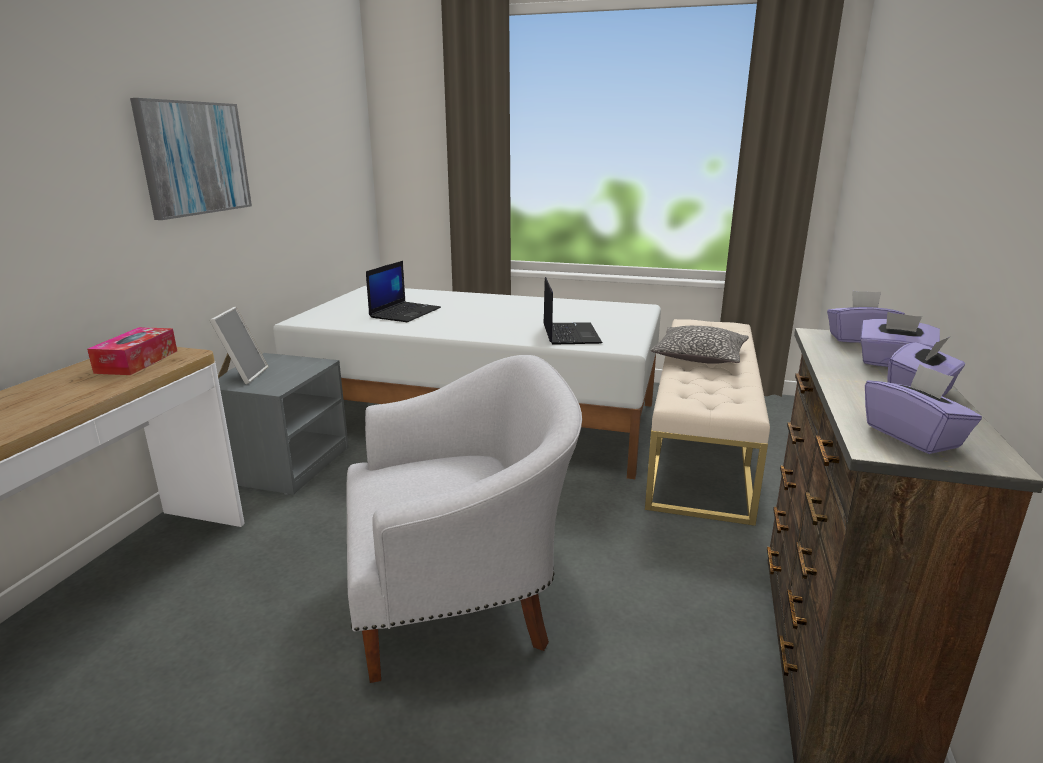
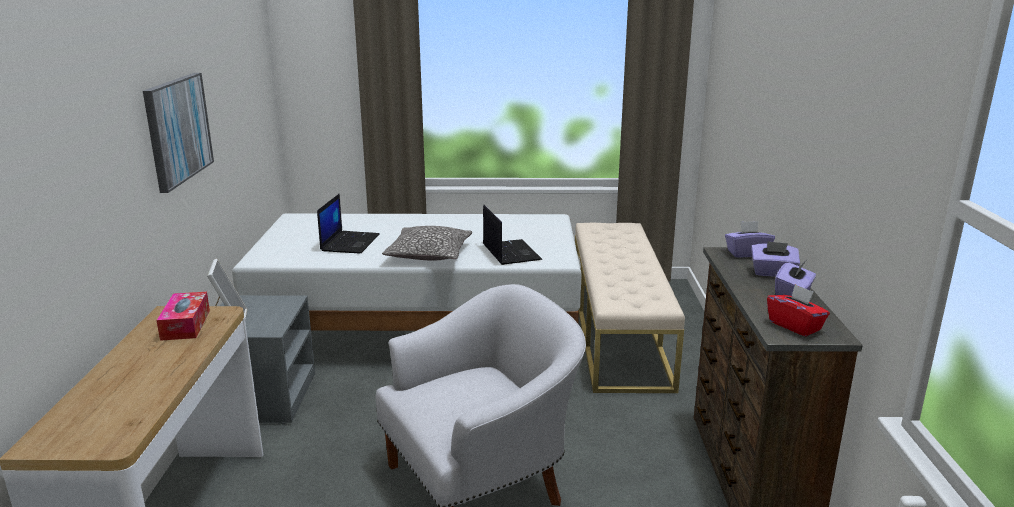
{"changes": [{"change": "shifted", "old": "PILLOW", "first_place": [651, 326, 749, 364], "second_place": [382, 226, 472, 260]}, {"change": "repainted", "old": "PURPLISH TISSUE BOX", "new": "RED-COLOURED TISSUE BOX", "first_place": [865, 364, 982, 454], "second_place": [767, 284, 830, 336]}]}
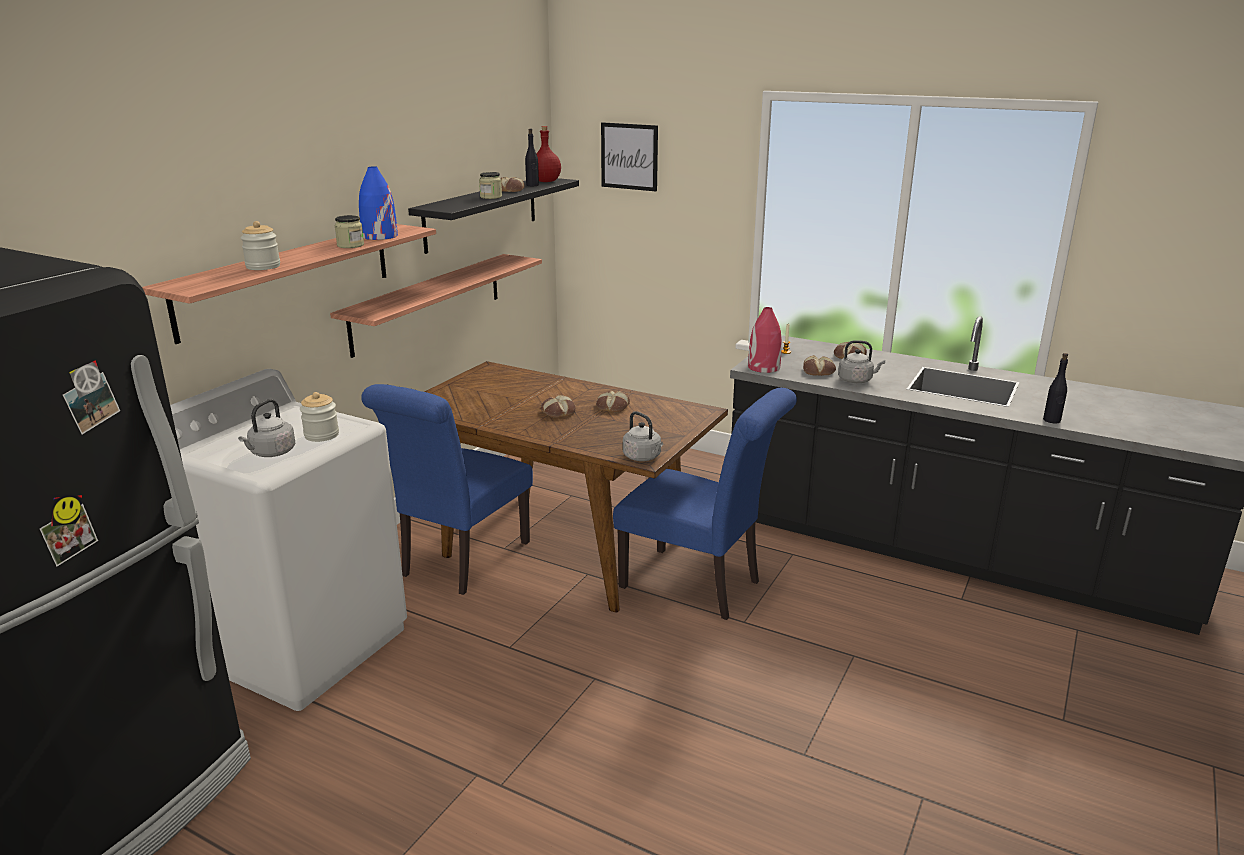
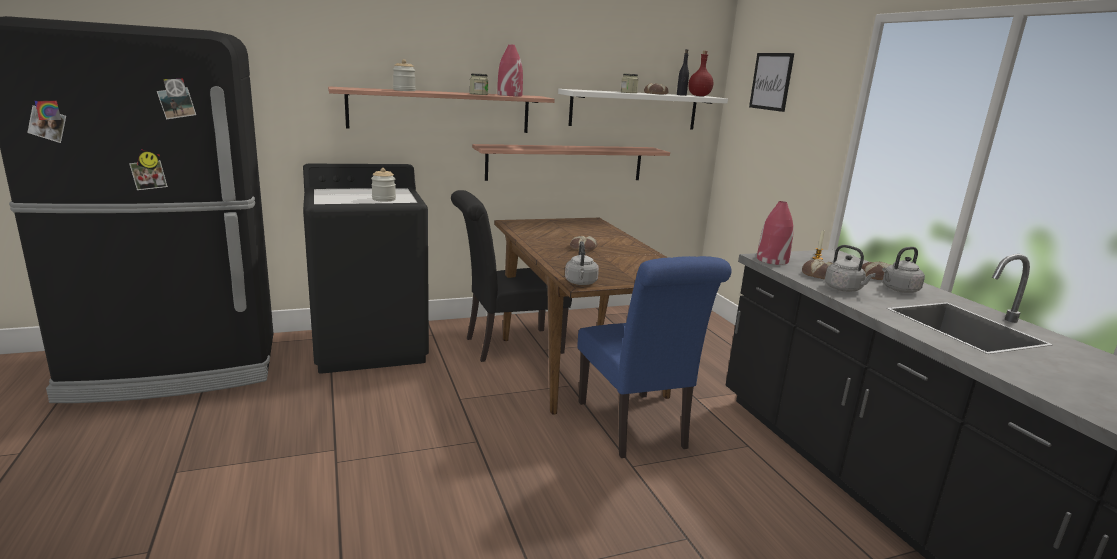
{"changes": [{"change": "gone", "old": "BREAD", "first_place": [596, 391, 630, 412]}, {"change": "gone", "old": "BLACKISH BEVERAGE BOTTLE", "first_place": [1043, 353, 1068, 423]}, {"change": "shifted", "old": "GREY KETTLE", "first_place": [238, 399, 295, 457], "second_place": [882, 247, 925, 293]}, {"change": "repainted", "old": "WHITE LAUNDRY MACHINE", "new": "BLACKISH LAUNDRY MACHINE", "first_place": [170, 369, 407, 711], "second_place": [303, 164, 429, 374]}, {"change": "repainted", "old": "BLUE VASE", "new": "RED-COLOURED VASE", "first_place": [359, 166, 398, 240], "second_place": [497, 44, 523, 97]}, {"change": "repainted", "old": "BLUE CHAIR", "new": "BLACKISH CHAIR", "first_place": [361, 384, 533, 595], "second_place": [451, 190, 572, 362]}, {"change": "repainted", "old": "BLACKISH SHELF", "new": "WHITE SHELF", "first_place": [408, 178, 579, 254], "second_place": [558, 89, 728, 130]}]}
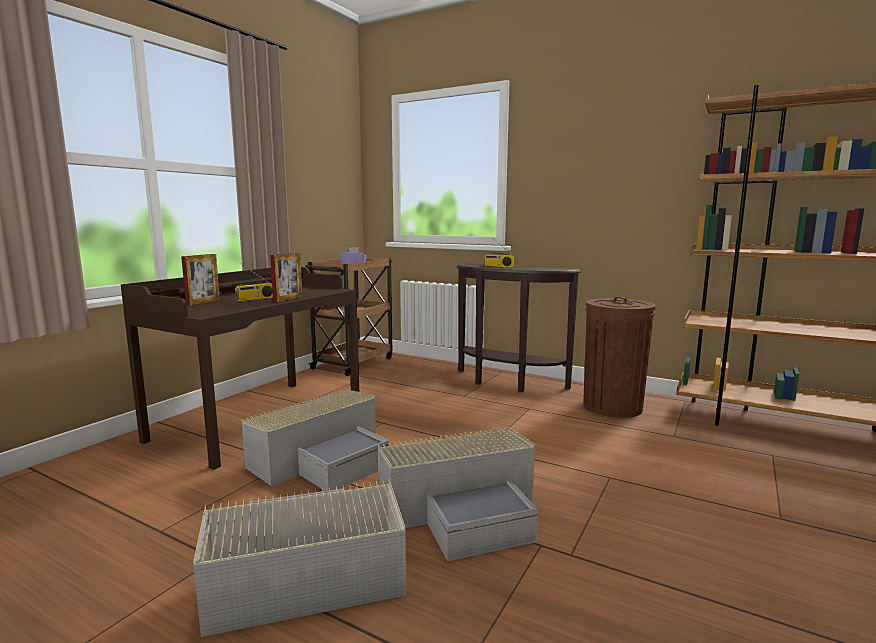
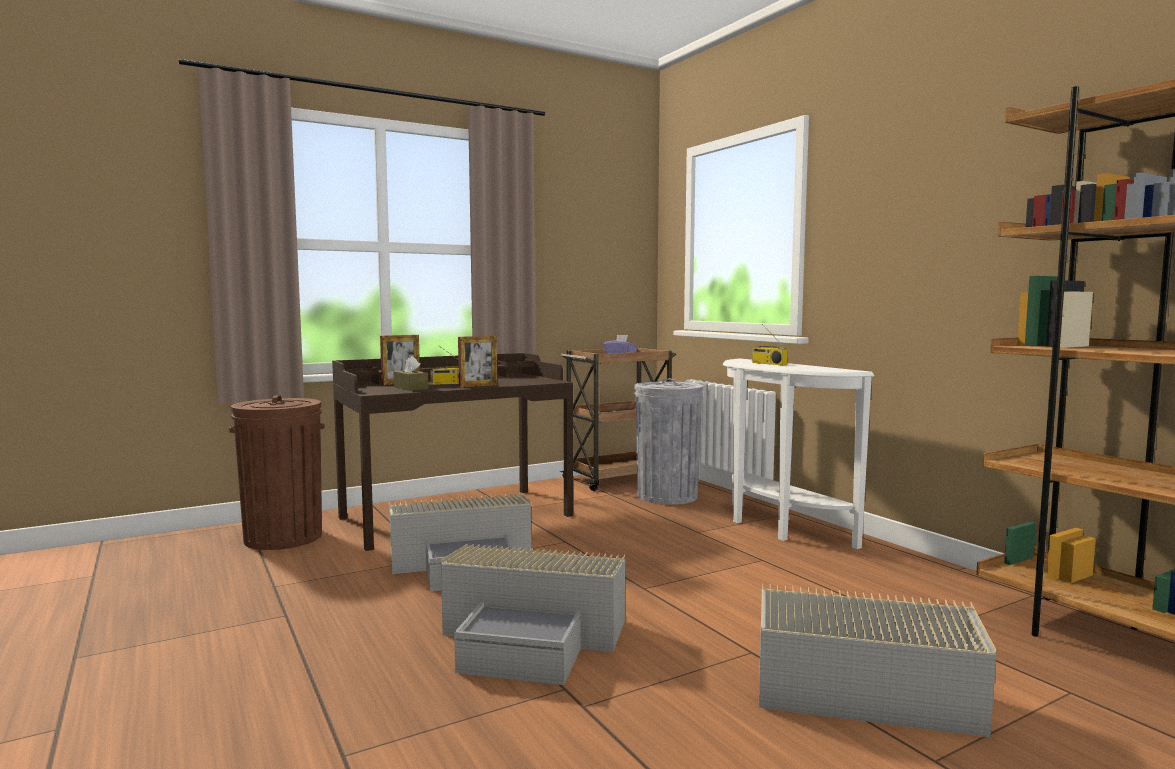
{"changes": [{"change": "new", "new": "BROWN-COLOURED TISSUE BOX", "second_place": [394, 356, 428, 391]}, {"change": "new", "new": "GREY TRASH CAN", "second_place": [635, 379, 703, 505]}, {"change": "shifted", "old": "GREY STORAGE BOX", "first_place": [193, 479, 406, 637], "second_place": [759, 583, 997, 737]}, {"change": "shifted", "old": "BROWN-COLOURED TRASH CAN", "first_place": [583, 297, 656, 418], "second_place": [229, 396, 325, 550]}, {"change": "repainted", "old": "BROWN-COLOURED HALL TABLE", "new": "WHITE HALL TABLE", "first_place": [456, 263, 581, 392], "second_place": [723, 359, 875, 549]}]}
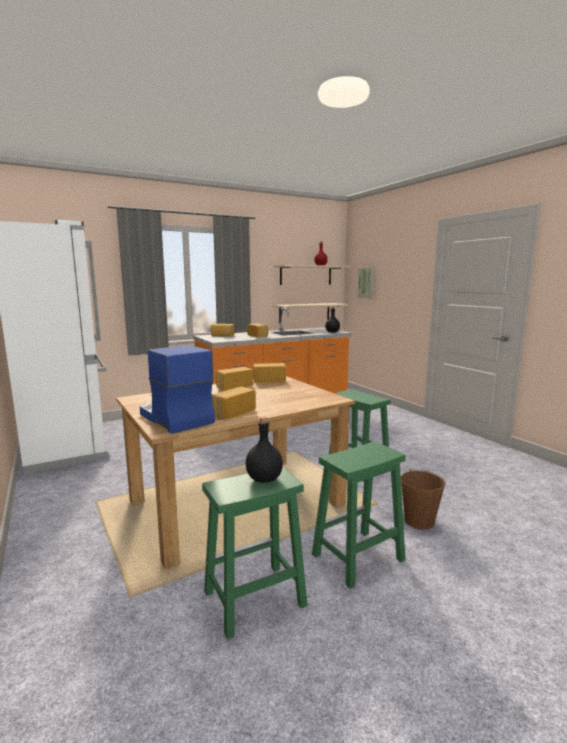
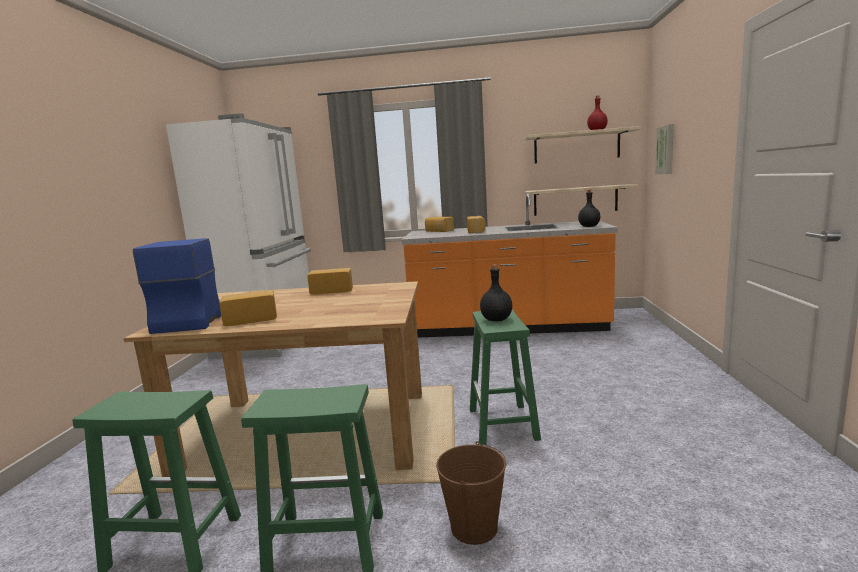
{"changes": [{"change": "gone", "old": "BREAD", "first_place": [253, 363, 286, 383]}, {"change": "shifted", "old": "BLACKISH BEVERAGE BOTTLE", "first_place": [246, 417, 283, 483], "second_place": [480, 264, 512, 321]}]}
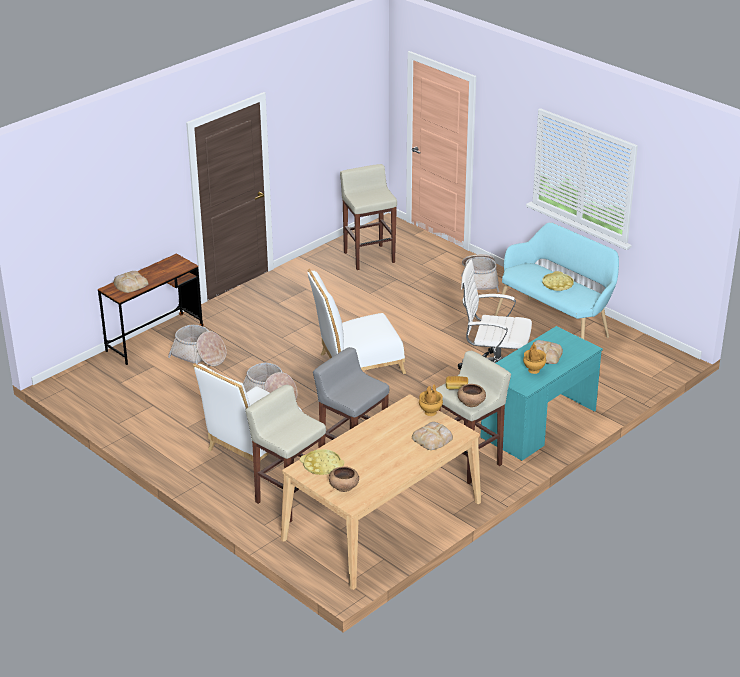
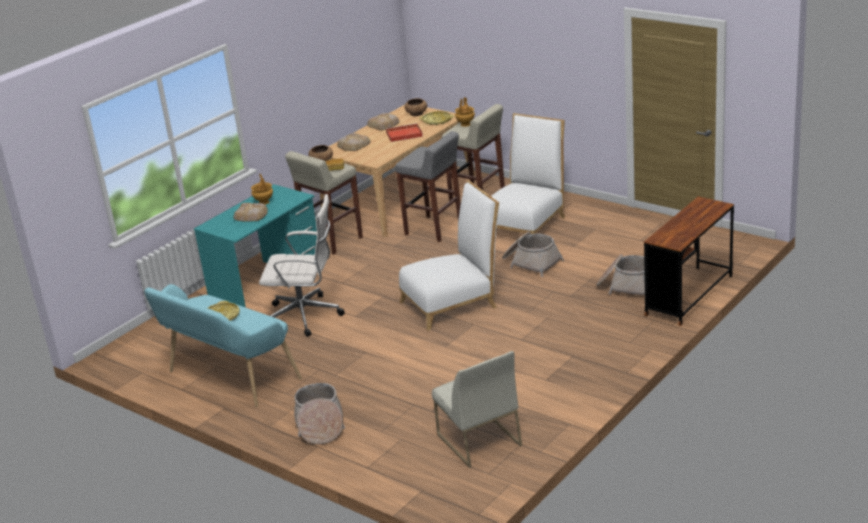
{"changes": [{"change": "new", "new": "RED-COLOURED TRAY", "second_place": [386, 123, 423, 142]}, {"change": "shifted", "old": "BREAD", "first_place": [114, 271, 149, 293], "second_place": [367, 113, 400, 130]}, {"change": "shifted", "old": "BROWN-COLOURED VASE", "first_place": [419, 384, 443, 416], "second_place": [455, 97, 475, 127]}, {"change": "swapped", "old": "SAND-COLOURED STOOL", "new": "WHITE CHAIR", "first_place": [340, 164, 397, 270], "second_place": [432, 351, 522, 468]}]}
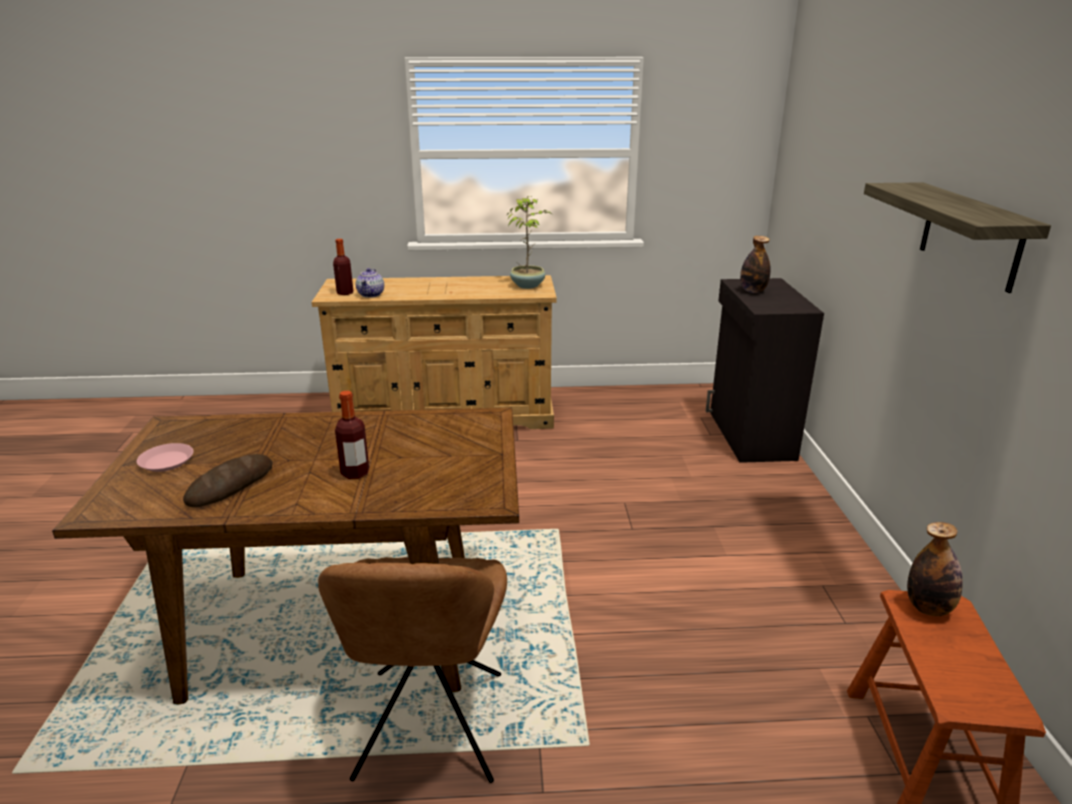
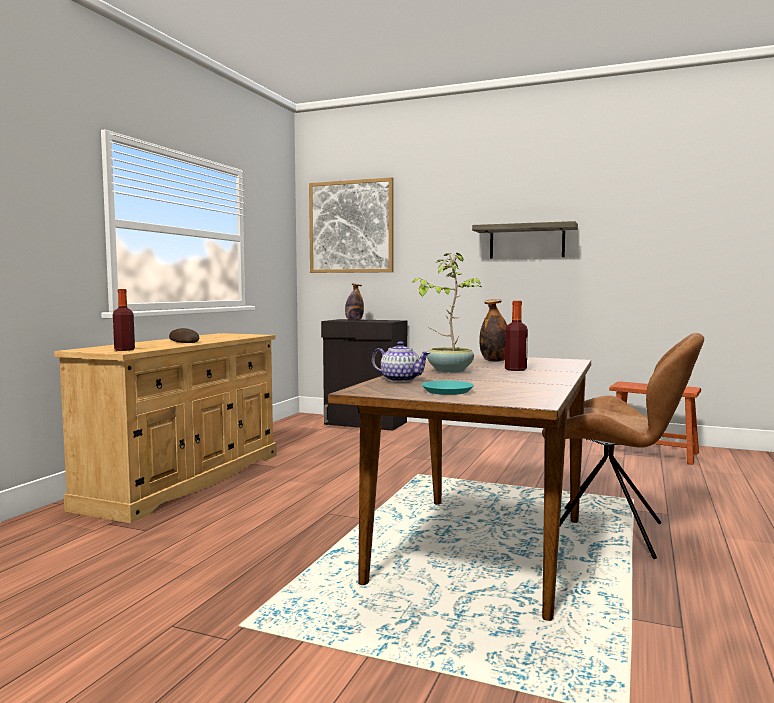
{"changes": [{"change": "new", "new": "WALL ART", "second_place": [309, 177, 394, 273]}, {"change": "shifted", "old": "BREAD", "first_place": [183, 454, 273, 508], "second_place": [169, 328, 199, 343]}, {"change": "shifted", "old": "TEA POT", "first_place": [356, 268, 384, 298], "second_place": [372, 342, 430, 382]}, {"change": "shifted", "old": "POTTED PLANT", "first_place": [507, 196, 552, 289], "second_place": [412, 253, 481, 373]}, {"change": "shifted", "old": "BEVERAGE BOTTLE", "first_place": [907, 522, 963, 616], "second_place": [479, 299, 507, 362]}, {"change": "repainted", "old": "PINK-COLOURED FLAT DISH", "new": "TURQUOISE FLAT DISH", "first_place": [137, 443, 194, 472], "second_place": [421, 381, 474, 395]}]}
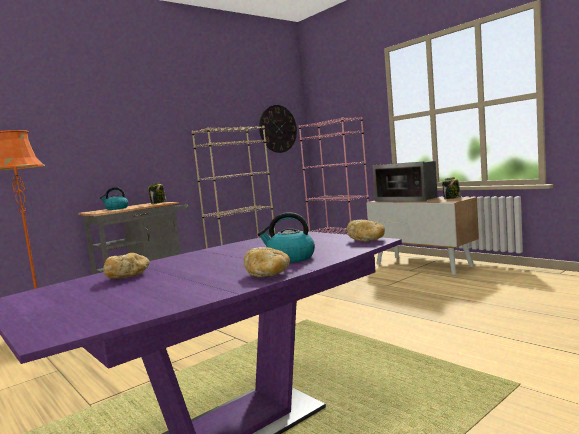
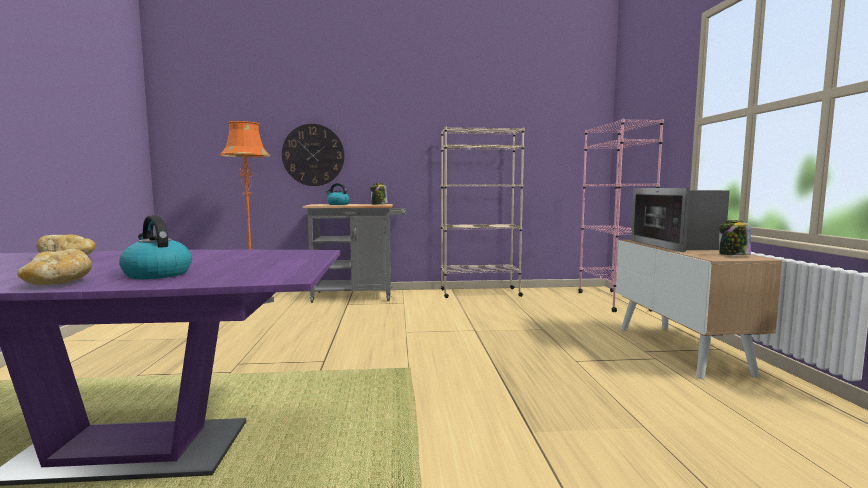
{"changes": [{"change": "gone", "old": "BREAD", "first_place": [347, 220, 385, 242]}, {"change": "shifted", "old": "WALL CLOCK", "first_place": [259, 105, 297, 153], "second_place": [282, 124, 345, 186]}]}
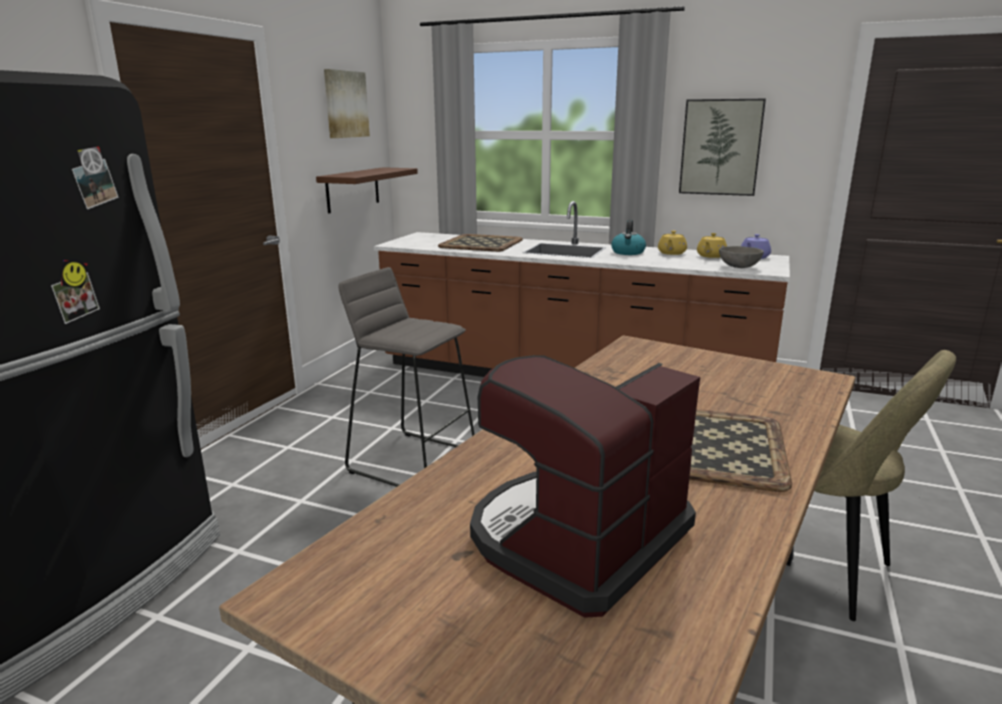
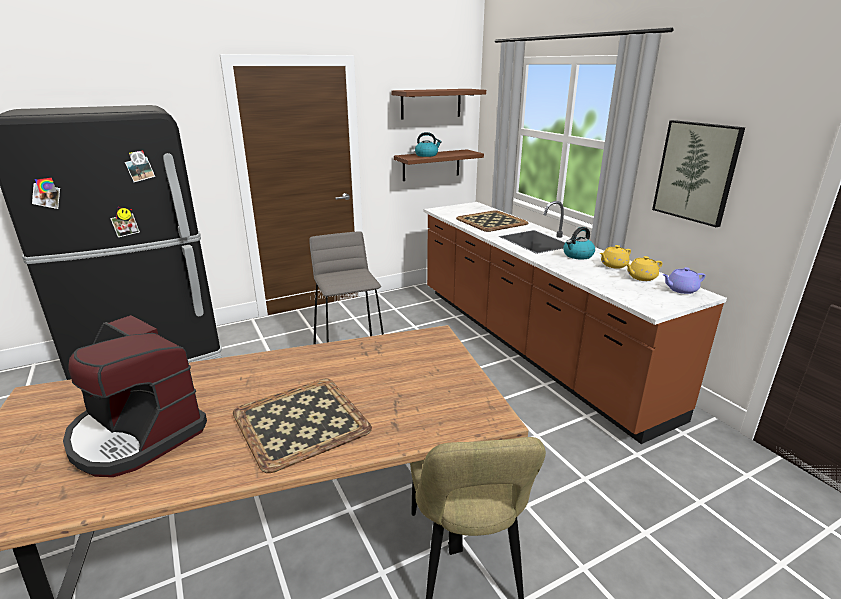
{"changes": [{"change": "gone", "old": "GREY BOWL", "first_place": [719, 246, 764, 268]}, {"change": "new", "new": "KETTLE", "second_place": [415, 132, 442, 157]}, {"change": "swapped", "old": "WALL ART", "new": "BROWN-COLOURED SHELF", "first_place": [324, 69, 370, 138], "second_place": [391, 89, 486, 119]}, {"change": "rotated", "old": "COFFEE MAKER", "first_place": [470, 355, 700, 618], "second_place": [63, 315, 207, 477], "degrees": -135}]}
